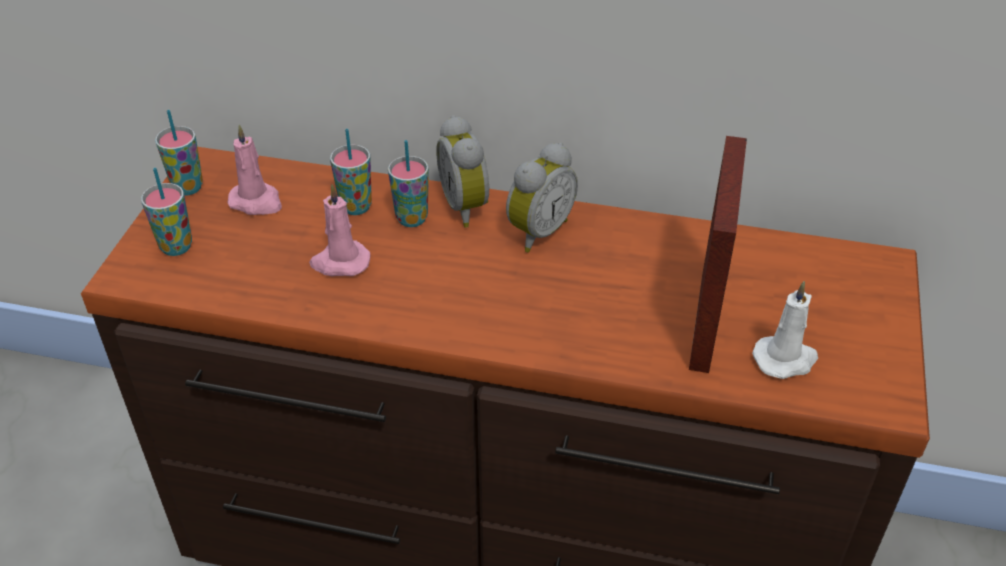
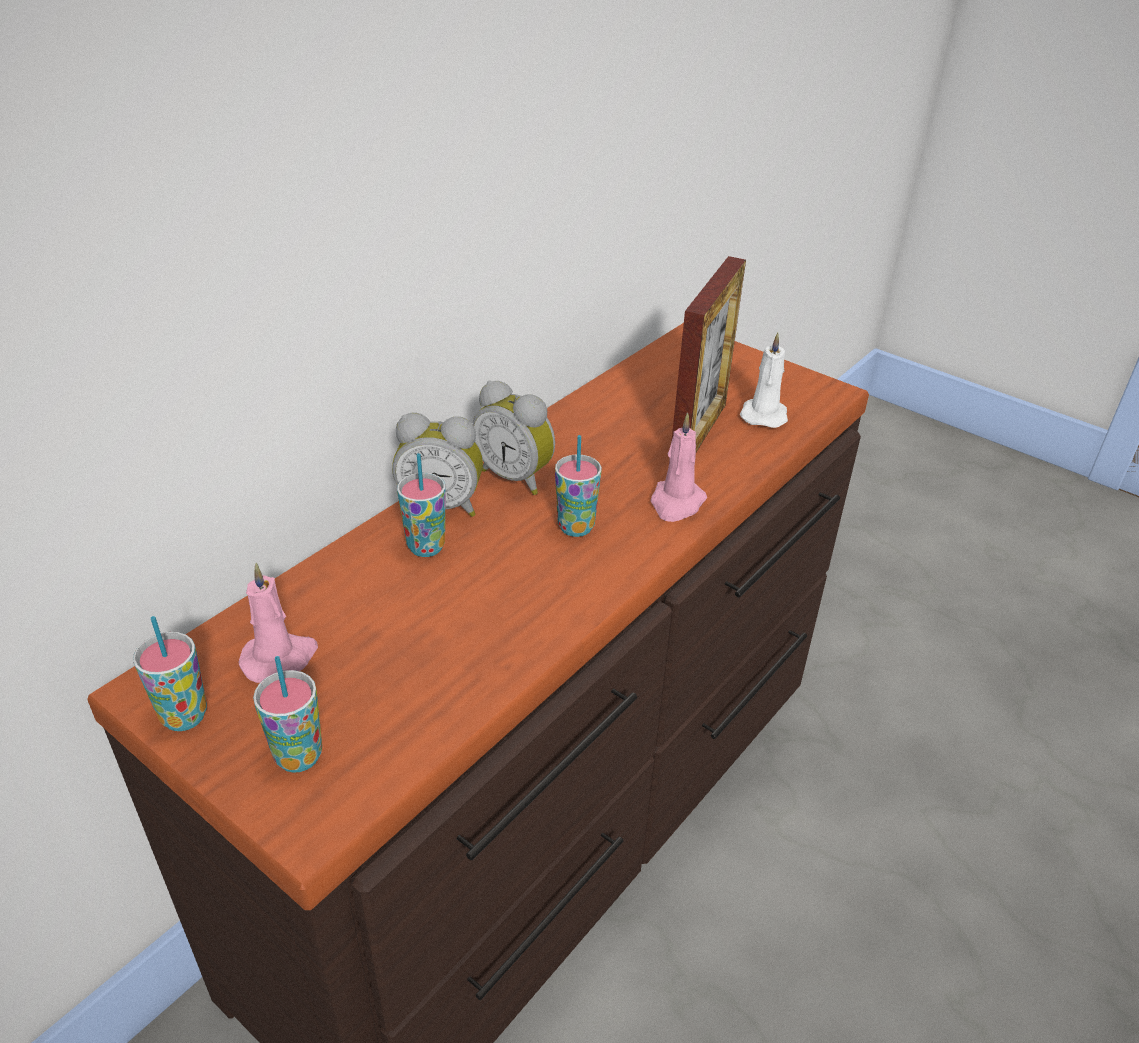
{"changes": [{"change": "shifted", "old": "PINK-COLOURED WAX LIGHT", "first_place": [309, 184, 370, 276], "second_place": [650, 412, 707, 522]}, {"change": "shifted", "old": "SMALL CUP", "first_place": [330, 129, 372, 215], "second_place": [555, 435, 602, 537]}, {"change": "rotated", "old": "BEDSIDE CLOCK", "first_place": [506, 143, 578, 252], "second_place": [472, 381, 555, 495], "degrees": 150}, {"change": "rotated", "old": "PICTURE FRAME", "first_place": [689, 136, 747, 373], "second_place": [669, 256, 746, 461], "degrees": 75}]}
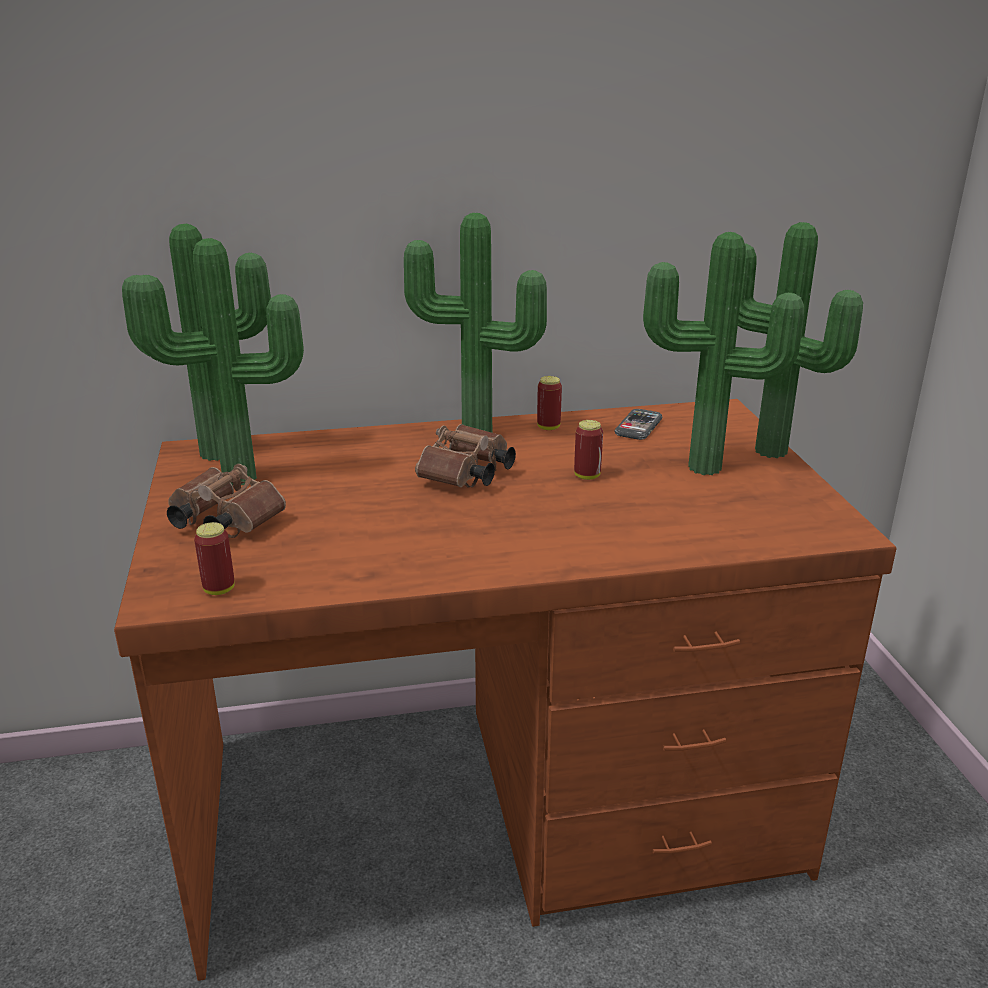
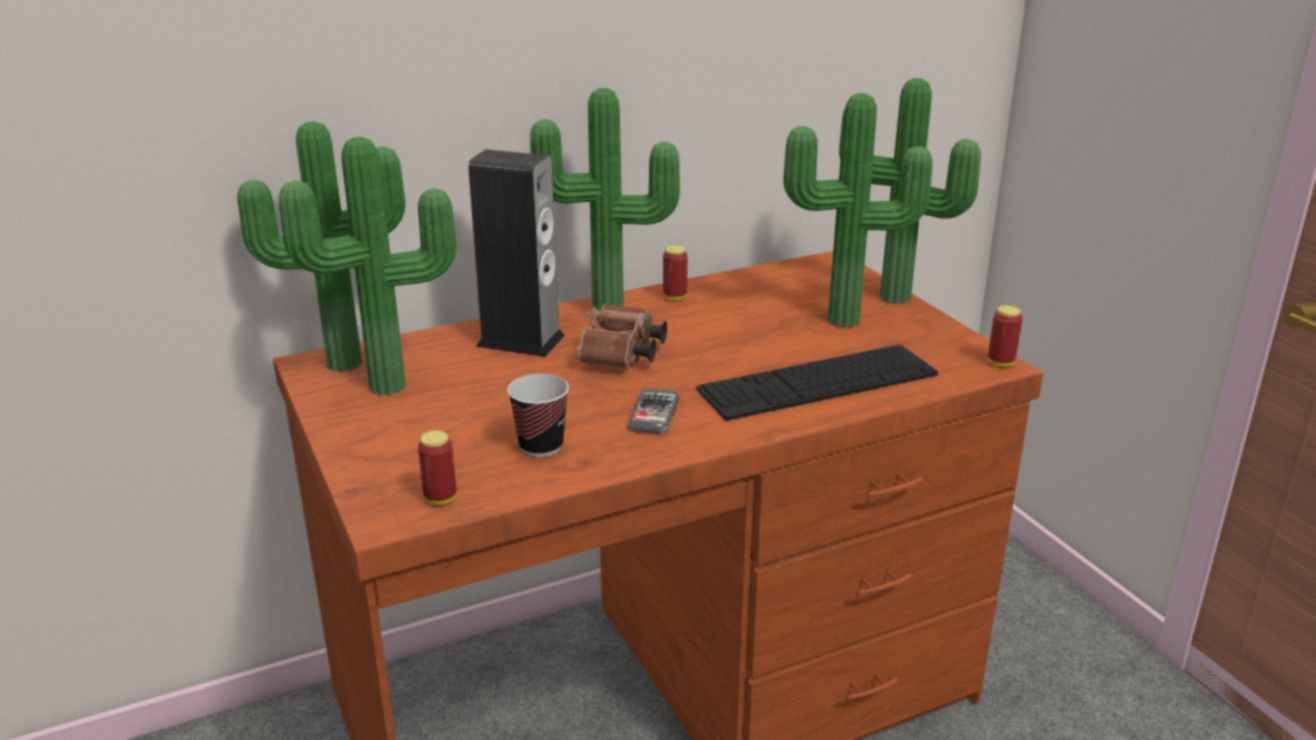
{"changes": [{"change": "gone", "old": "BROWN-COLOURED BINOCULARS", "first_place": [167, 464, 286, 538]}, {"change": "new", "new": "LOUDSPEAKER", "second_place": [468, 149, 565, 357]}, {"change": "new", "new": "SMALL CUP", "second_place": [507, 374, 569, 457]}, {"change": "new", "new": "KEYBOARD", "second_place": [696, 345, 938, 421]}, {"change": "shifted", "old": "CAN", "first_place": [574, 420, 603, 480], "second_place": [988, 305, 1023, 367]}, {"change": "shifted", "old": "PHONE", "first_place": [614, 409, 662, 440], "second_place": [628, 388, 680, 434]}]}
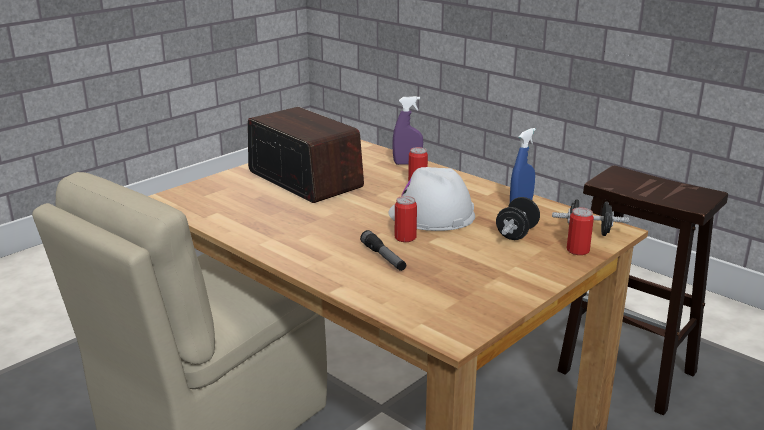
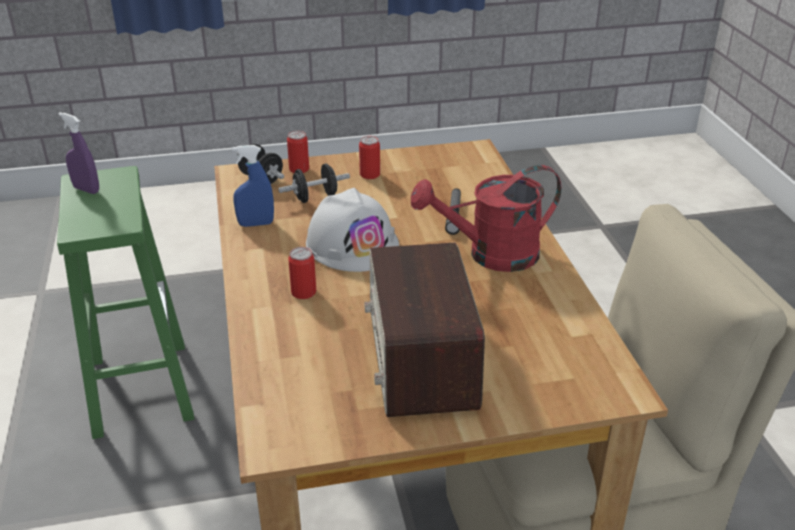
{"changes": [{"change": "new", "new": "RED-COLOURED WATERING CAN", "second_place": [411, 165, 561, 272]}, {"change": "shifted", "old": "PURPLISH HAND SPRAYER", "first_place": [392, 96, 423, 165], "second_place": [59, 112, 99, 194]}, {"change": "shifted", "old": "CAN", "first_place": [395, 196, 417, 242], "second_place": [359, 136, 380, 179]}, {"change": "repainted", "old": "BROWN-COLOURED STOOL", "new": "GREEN STOOL", "first_place": [557, 165, 728, 415], "second_place": [57, 166, 194, 439]}]}
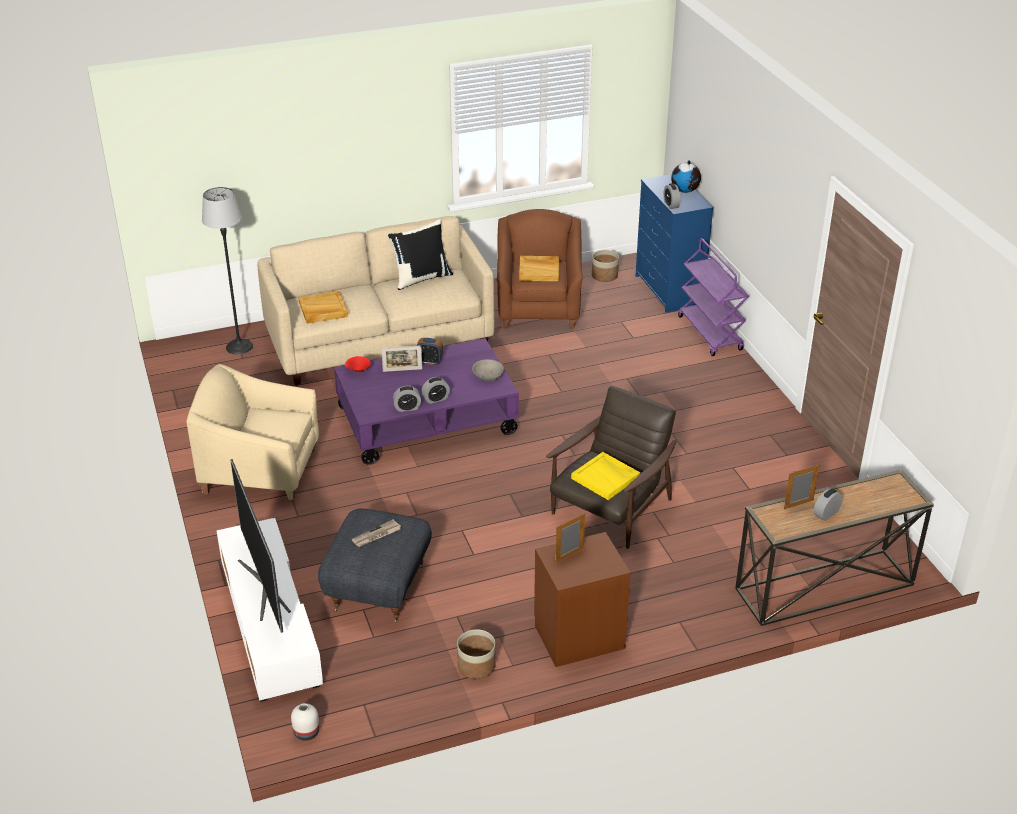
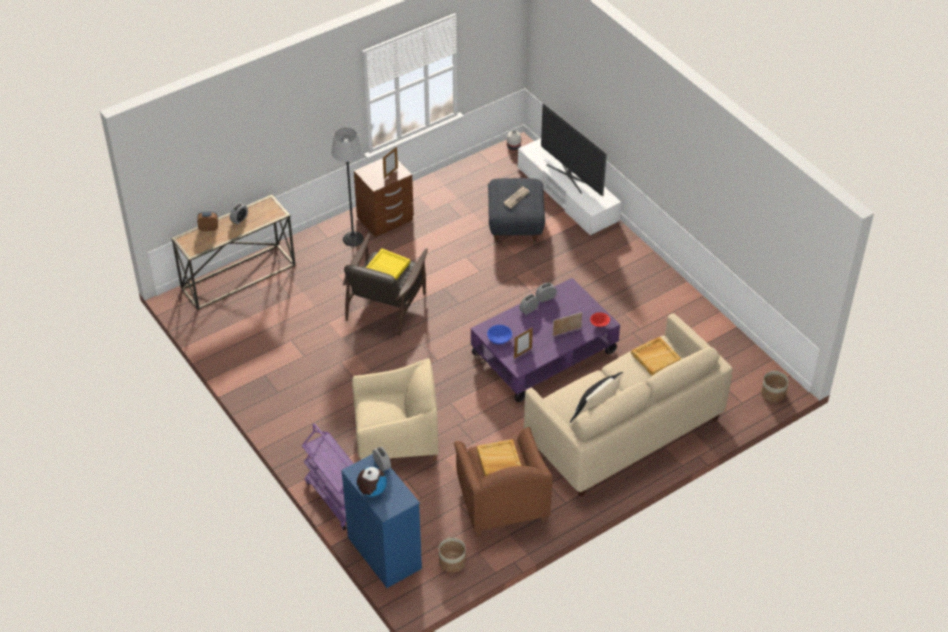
{"changes": [{"change": "shifted", "old": "SAND-COLOURED ARMCHAIR", "first_place": [186, 364, 319, 500], "second_place": [352, 358, 438, 461]}, {"change": "shifted", "old": "FLOOR LAMP", "first_place": [202, 187, 253, 355], "second_place": [331, 128, 364, 246]}, {"change": "shifted", "old": "BEDSIDE CLOCK", "first_place": [416, 338, 443, 365], "second_place": [197, 212, 218, 231]}, {"change": "shifted", "old": "PLANT POT", "first_place": [457, 629, 496, 679], "second_place": [761, 371, 789, 402]}, {"change": "shifted", "old": "PICTURE FRAME", "first_place": [784, 465, 819, 509], "second_place": [514, 327, 533, 359]}, {"change": "repainted", "old": "GREY BOWL", "new": "BLUE BOWL", "first_place": [472, 359, 504, 382], "second_place": [487, 325, 512, 344]}]}
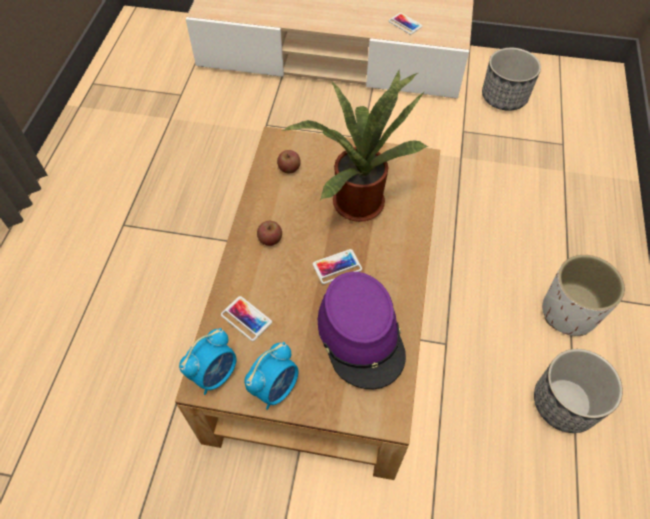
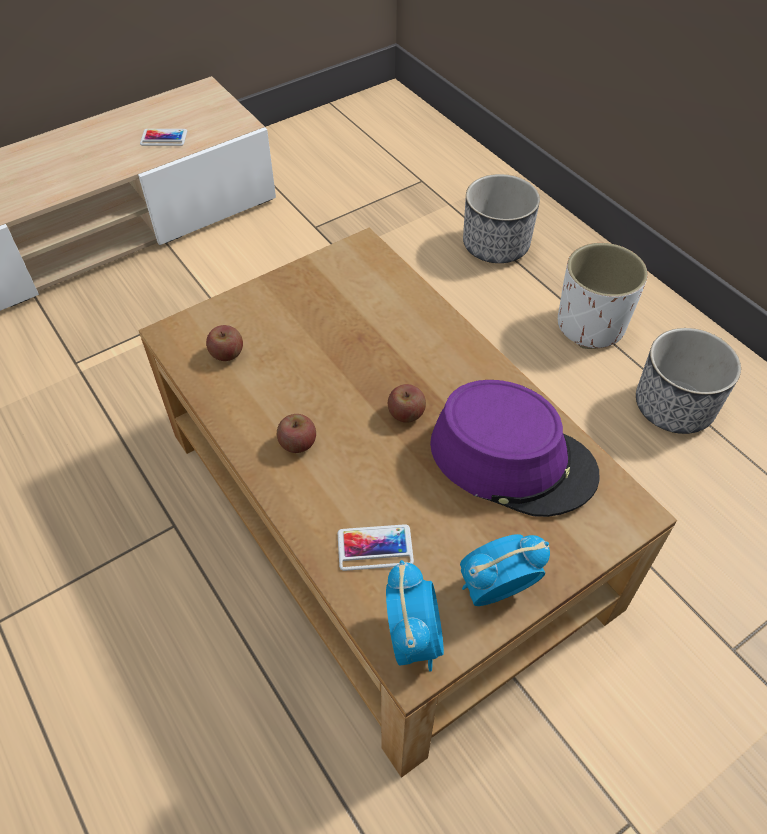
{"changes": [{"change": "gone", "old": "POTTED PLANT", "first_place": [284, 71, 428, 222]}, {"change": "shifted", "old": "PLANT POT", "first_place": [482, 48, 541, 111], "second_place": [463, 174, 540, 263]}, {"change": "swapped", "old": "PHONE", "new": "APPLE", "first_place": [313, 249, 362, 284], "second_place": [388, 384, 426, 423]}, {"change": "rotated", "old": "BEDSIDE CLOCK", "first_place": [244, 342, 299, 410], "second_place": [460, 534, 550, 606], "degrees": -105}]}
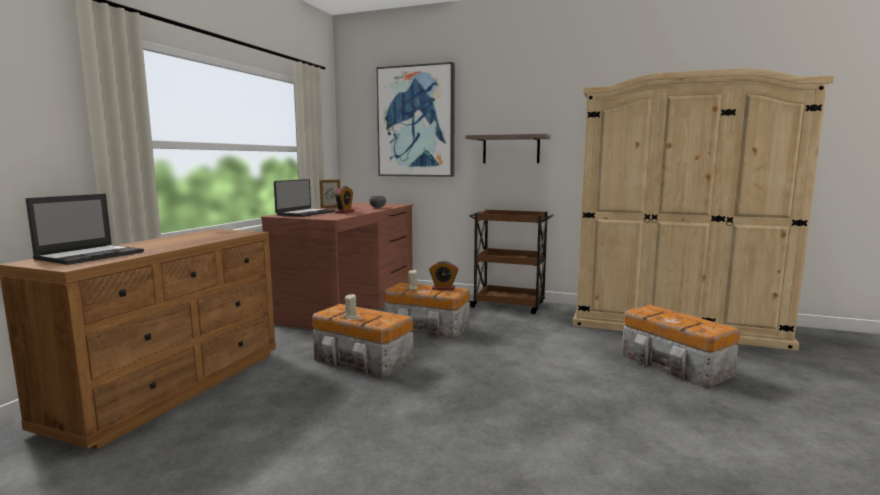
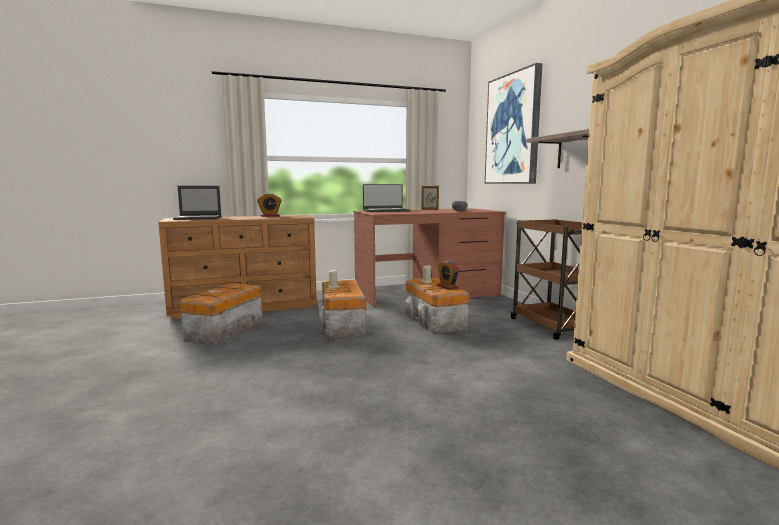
{"changes": [{"change": "shifted", "old": "BEDSIDE CLOCK", "first_place": [335, 186, 355, 214], "second_place": [257, 193, 282, 217]}, {"change": "shifted", "old": "STORAGE BOX", "first_place": [622, 305, 740, 388], "second_place": [180, 283, 263, 345]}]}
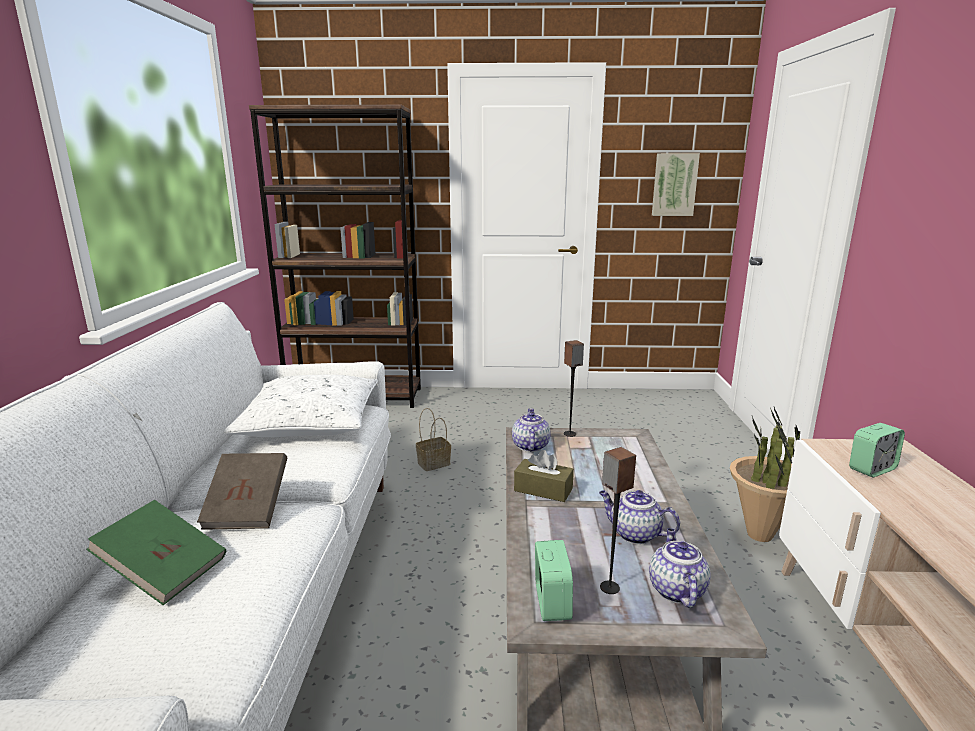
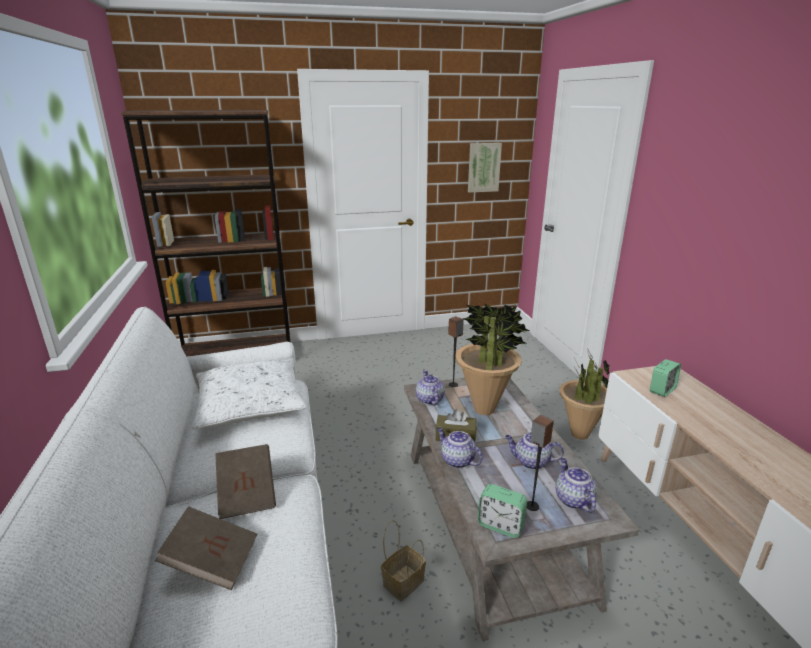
{"changes": [{"change": "new", "new": "TEA POT", "second_place": [437, 427, 482, 468]}, {"change": "new", "new": "POTTED PLANT", "second_place": [456, 304, 530, 415]}, {"change": "shifted", "old": "BASKET", "first_place": [416, 408, 451, 471], "second_place": [381, 520, 426, 601]}, {"change": "repainted", "old": "GREEN BOUND BOOK", "new": "BROWN-COLOURED BOUND BOOK", "first_place": [86, 500, 226, 605], "second_place": [155, 506, 257, 590]}, {"change": "rotated", "old": "BEDSIDE CLOCK", "first_place": [535, 540, 573, 621], "second_place": [478, 484, 527, 538], "degrees": 135}]}
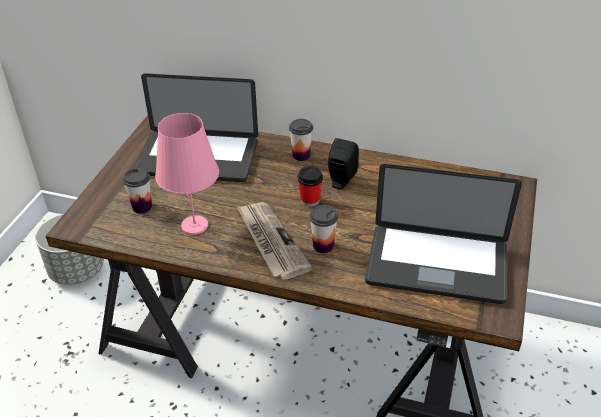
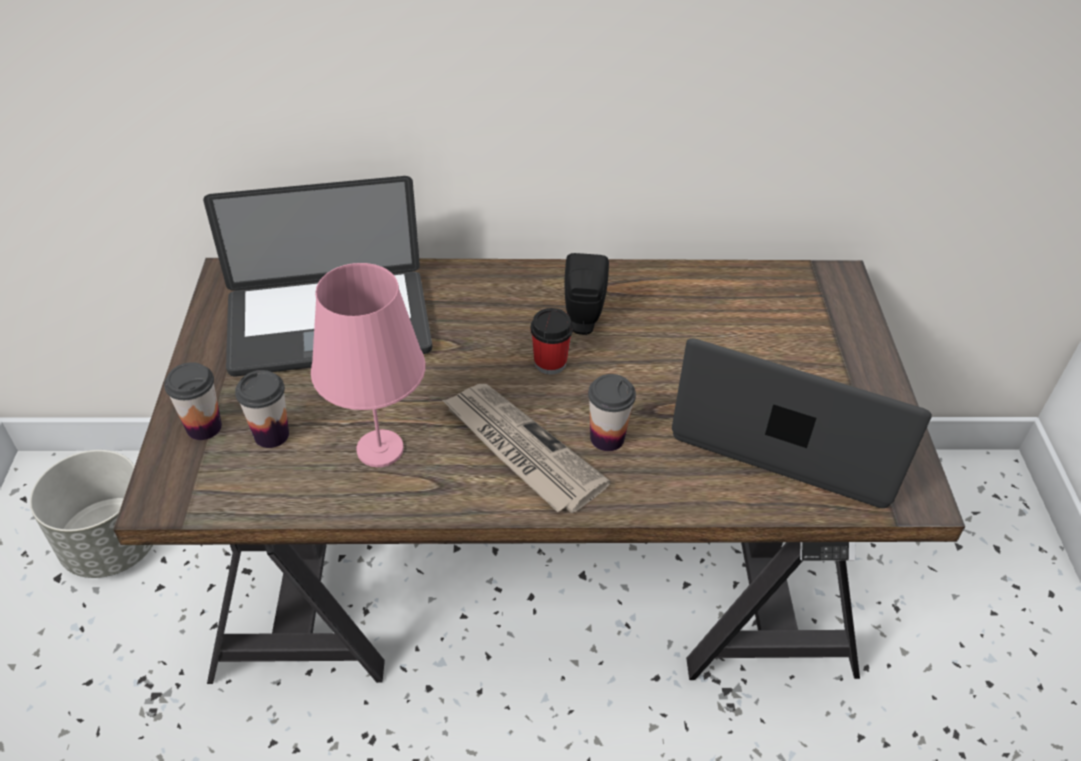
{"changes": [{"change": "shifted", "old": "SMALL CUP", "first_place": [289, 119, 313, 161], "second_place": [164, 362, 222, 440]}, {"change": "rotated", "old": "PORTABLE COMPUTER", "first_place": [365, 164, 522, 304], "second_place": [672, 338, 932, 508], "degrees": -150}]}
